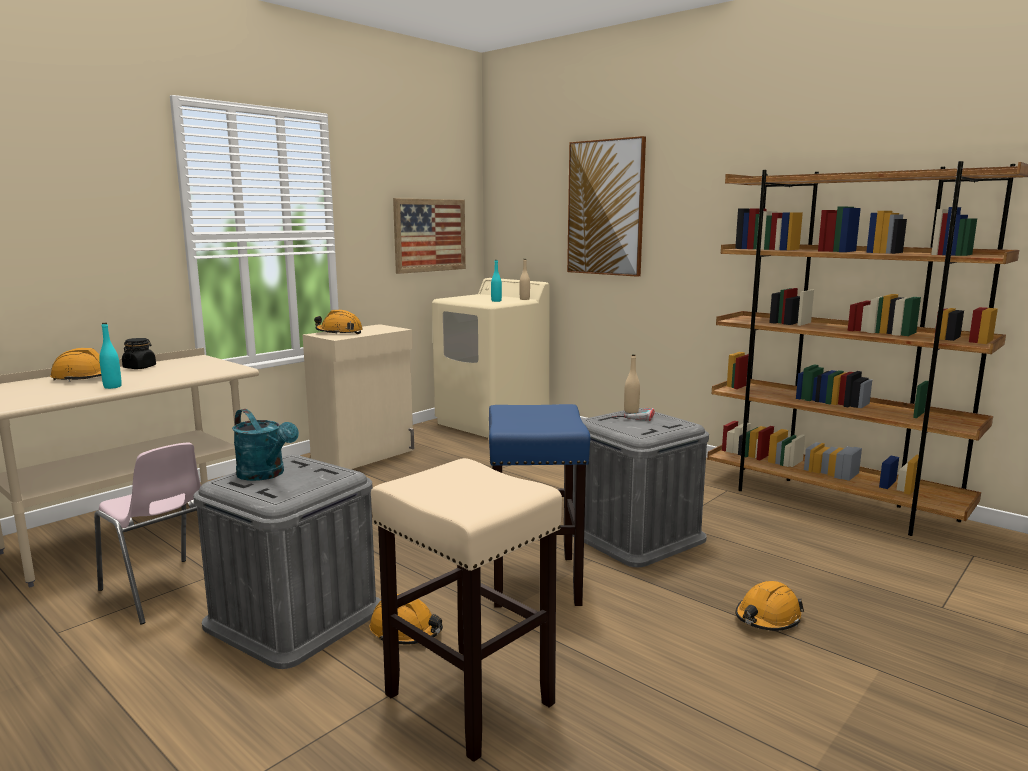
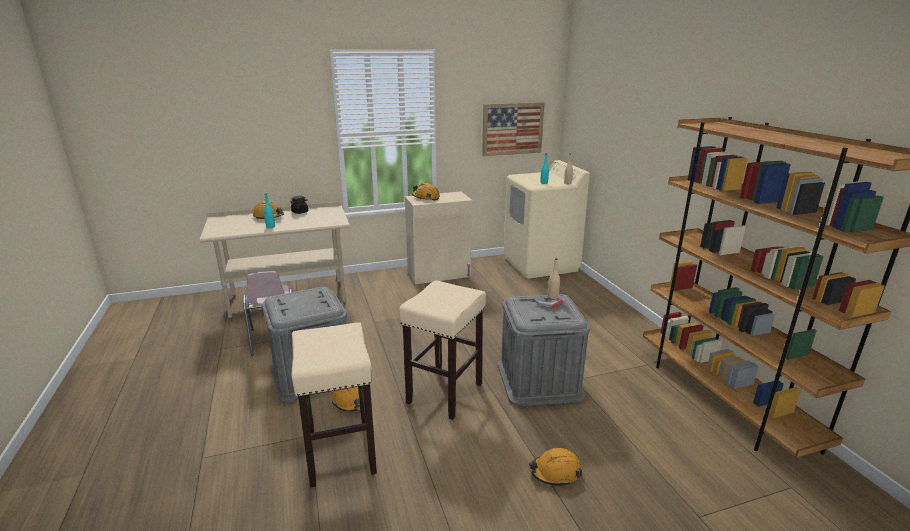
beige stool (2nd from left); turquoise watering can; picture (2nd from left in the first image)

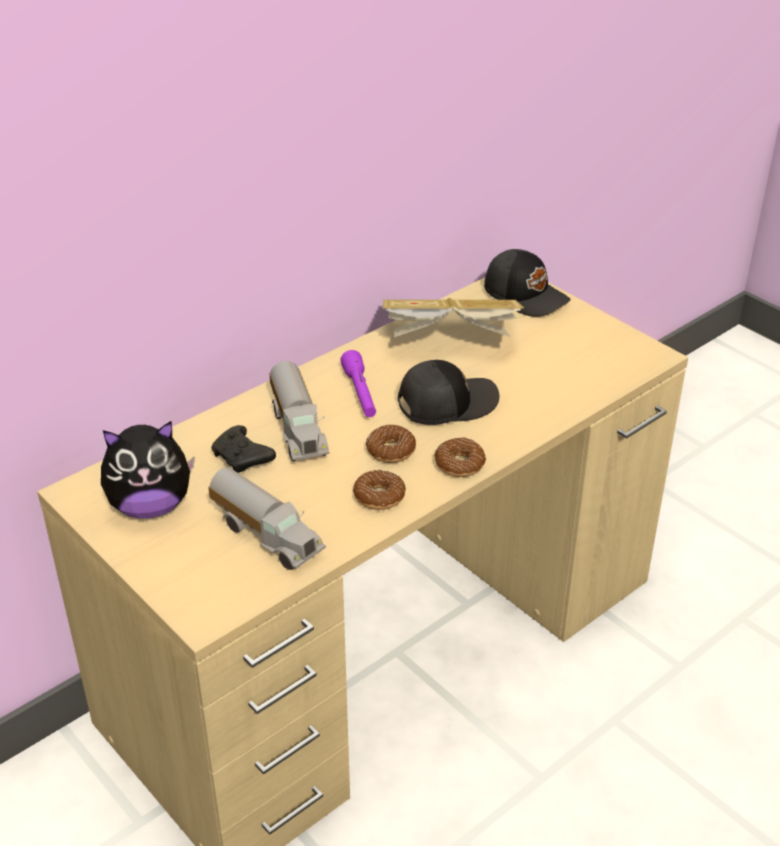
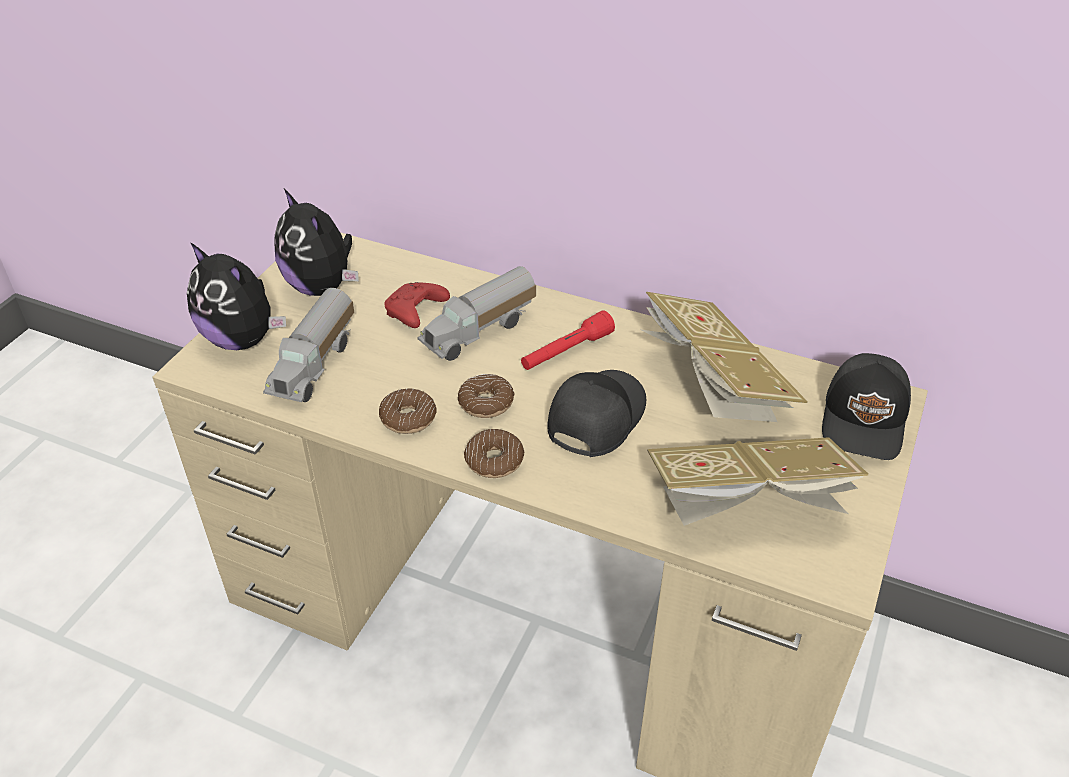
plush toy (1st from left); red game controller; red flashlight; black cap (1st from left); book (2nd from left)

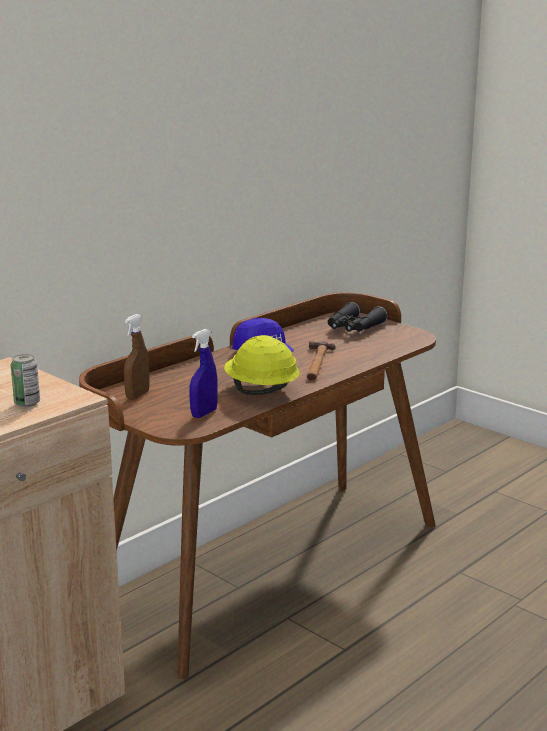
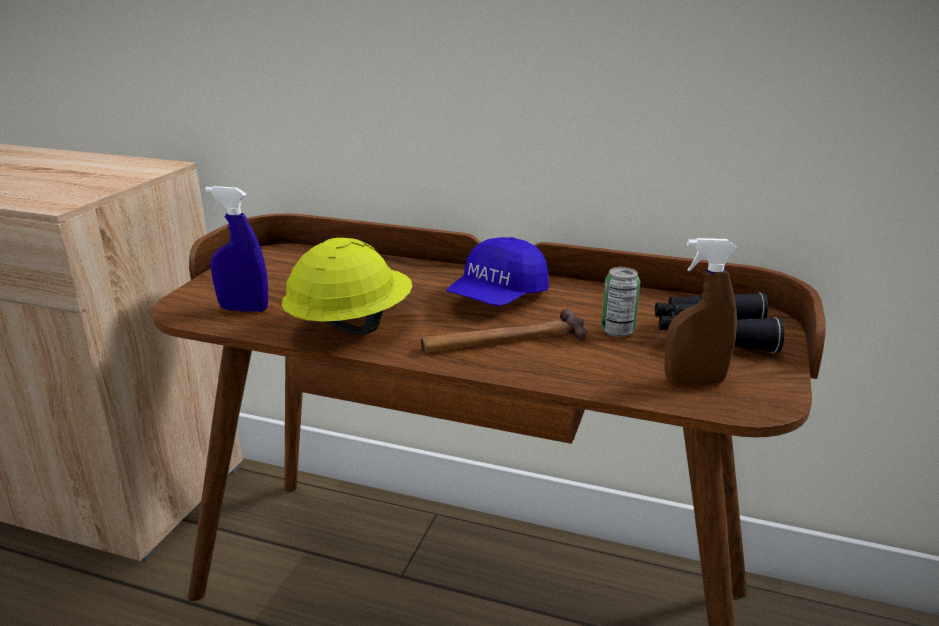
can; brown spray bottle

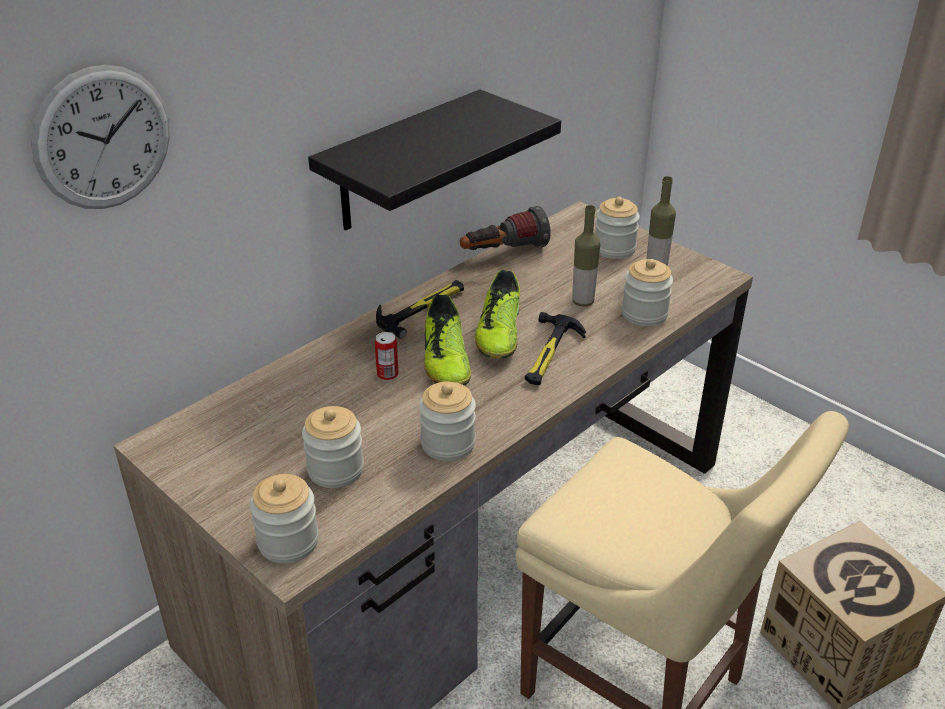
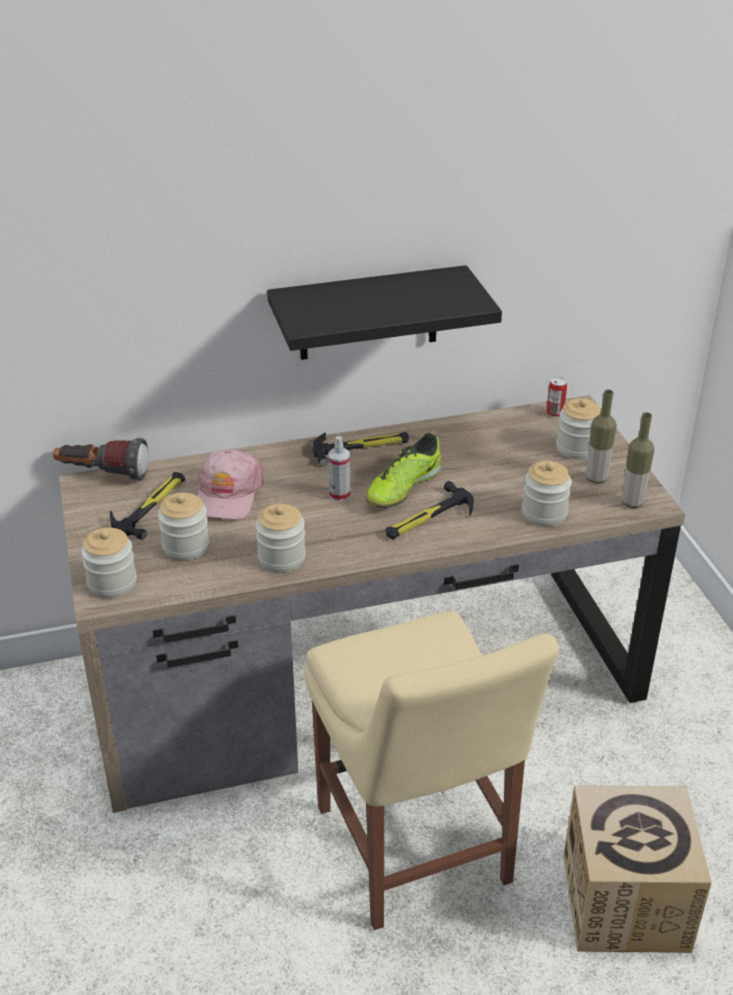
flashlight; hammer (1st from left); pink cap; spray bottle; can; bottle (2nd from left); wall clock

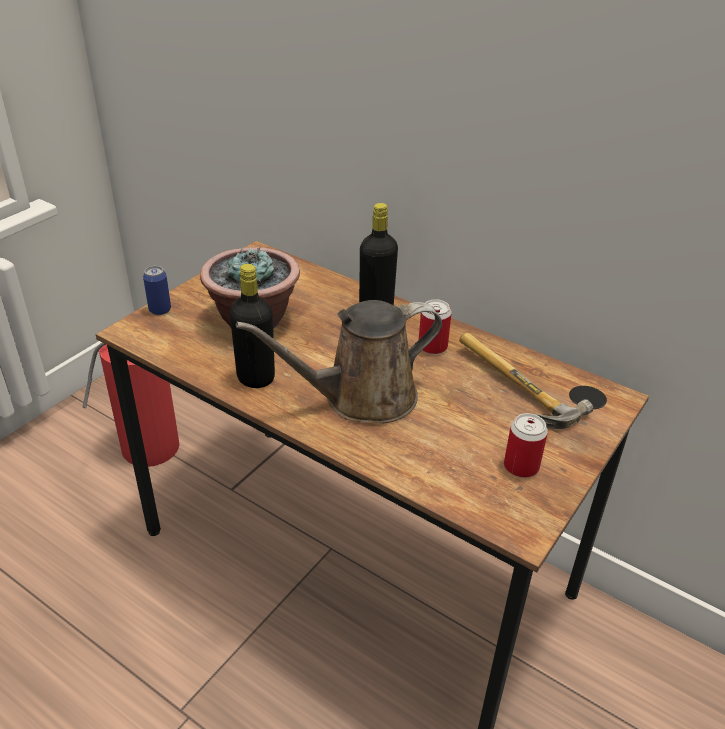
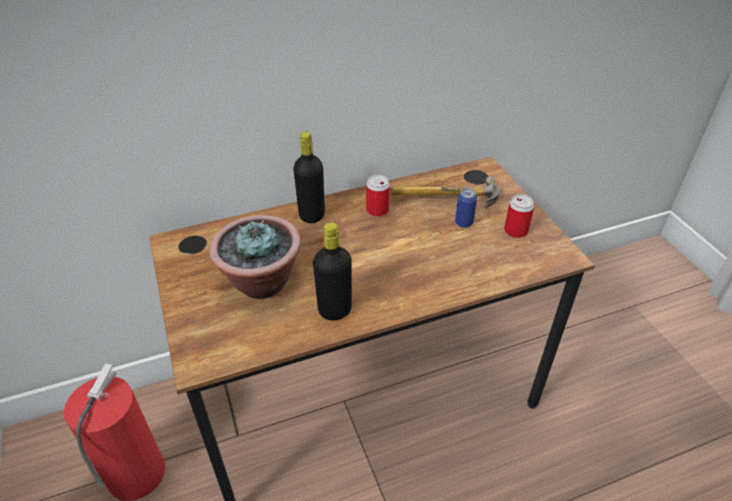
can (2nd from left); brown watering can

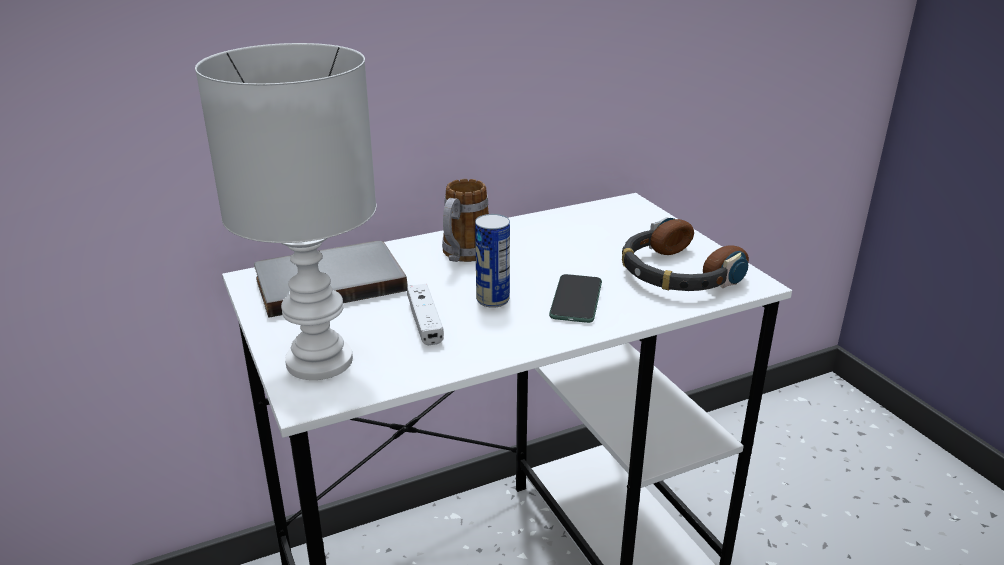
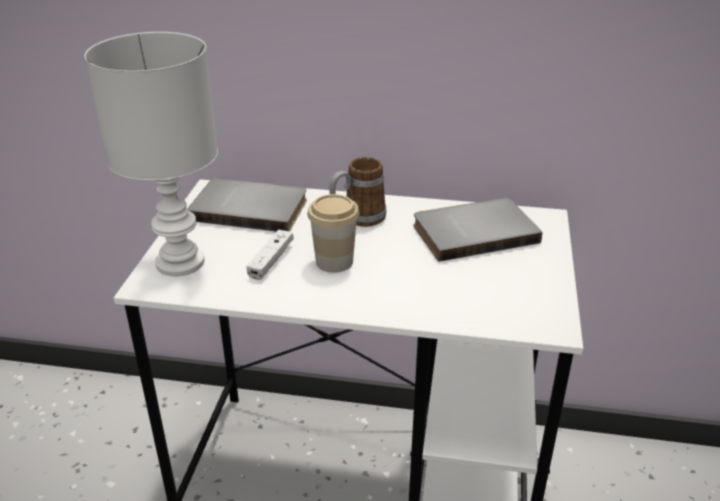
cup; grey book (2nd from left); phone; headphones

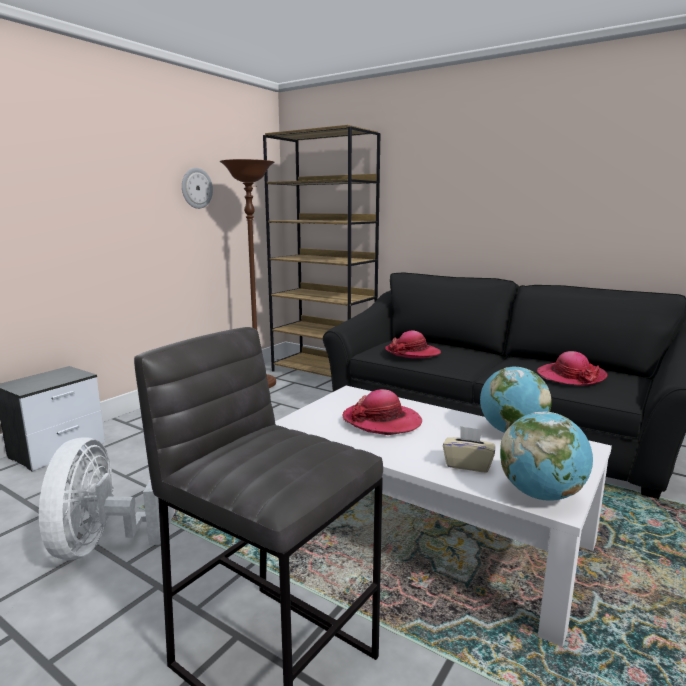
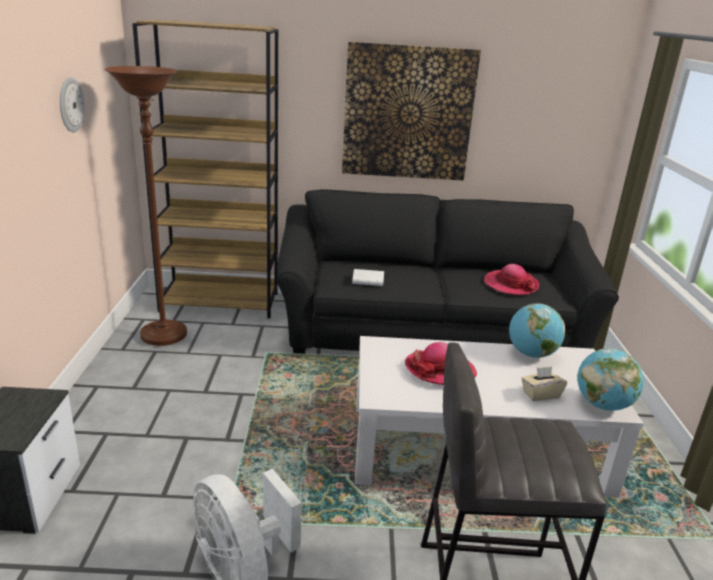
picture; white book

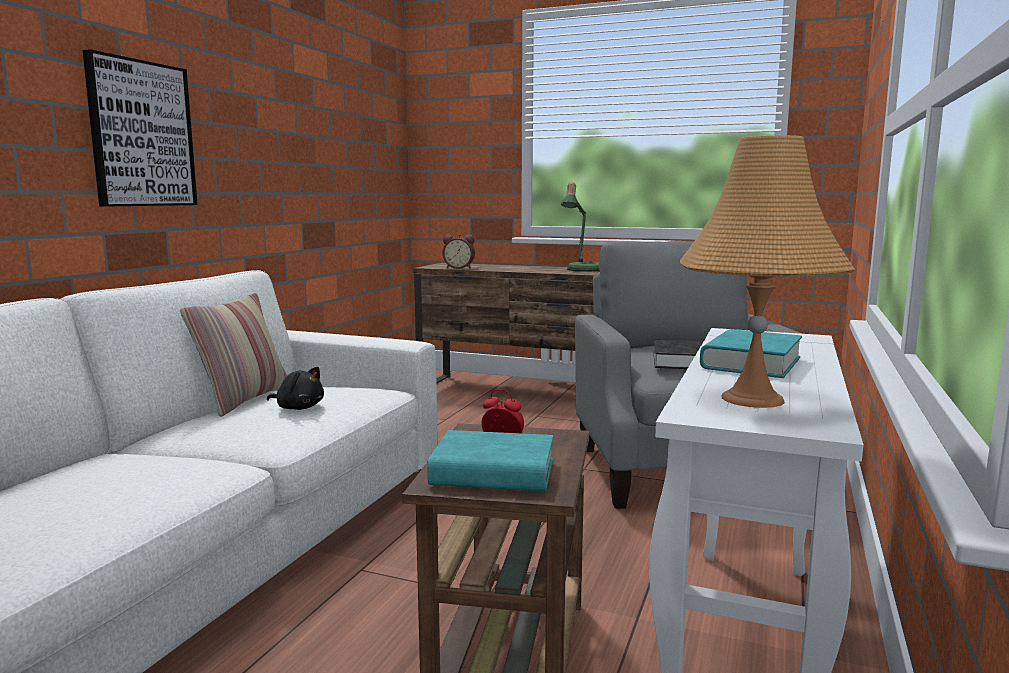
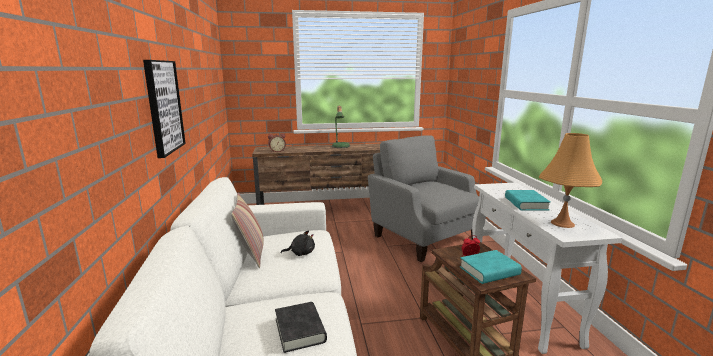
black book

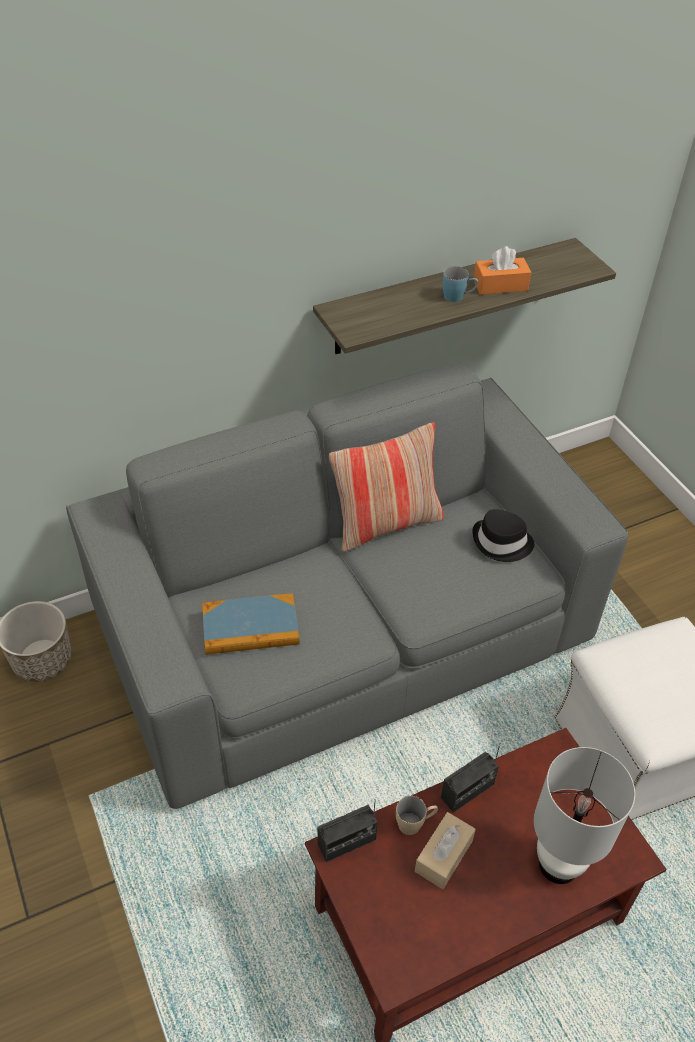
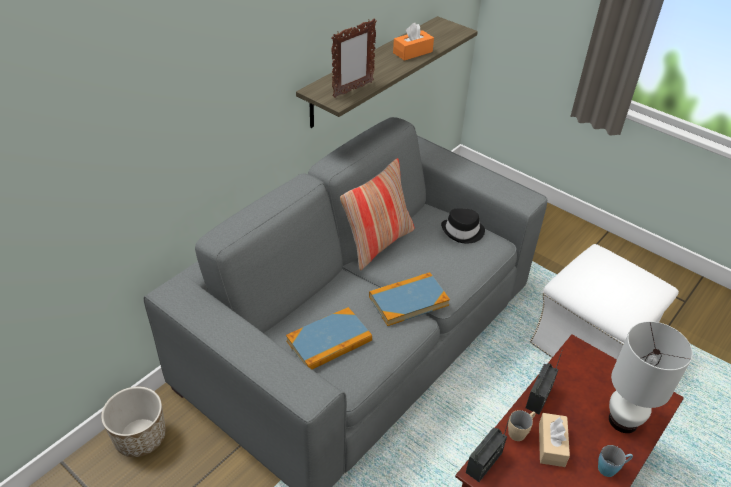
picture frame; book (2nd from left); blue mug

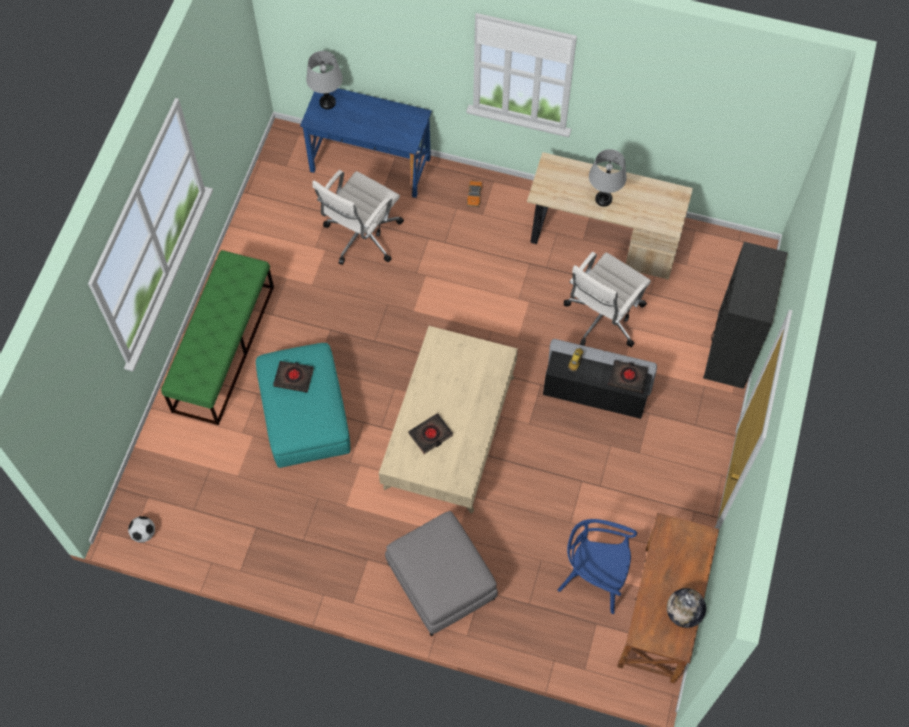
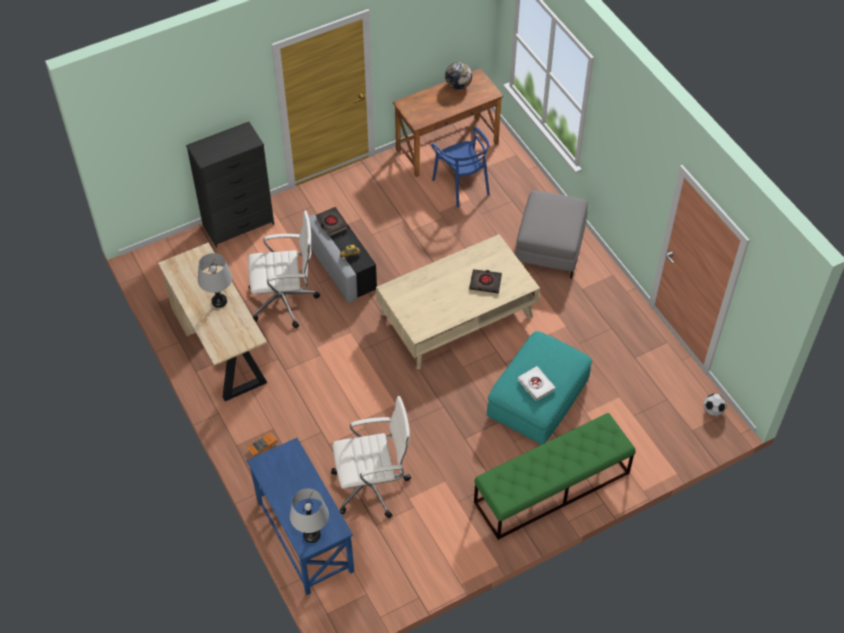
white book

